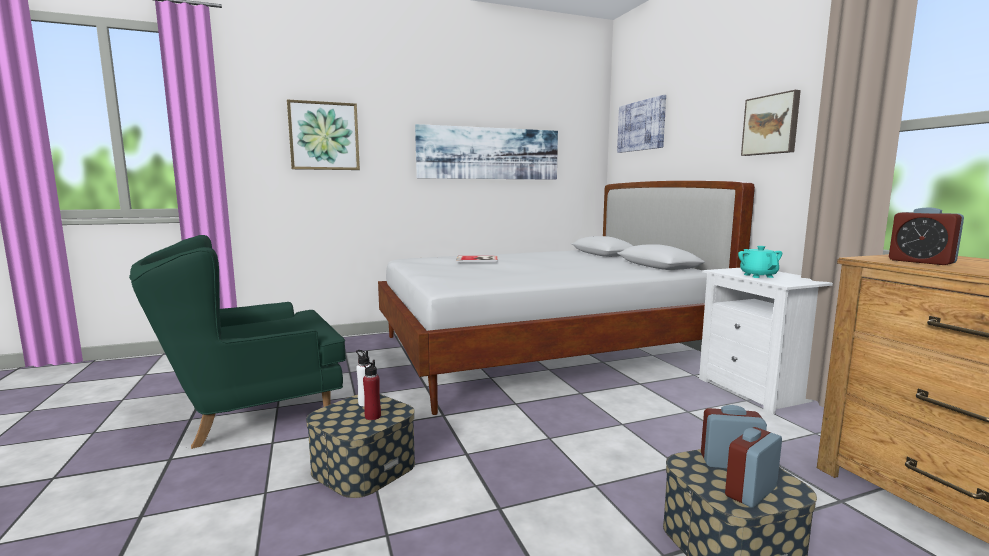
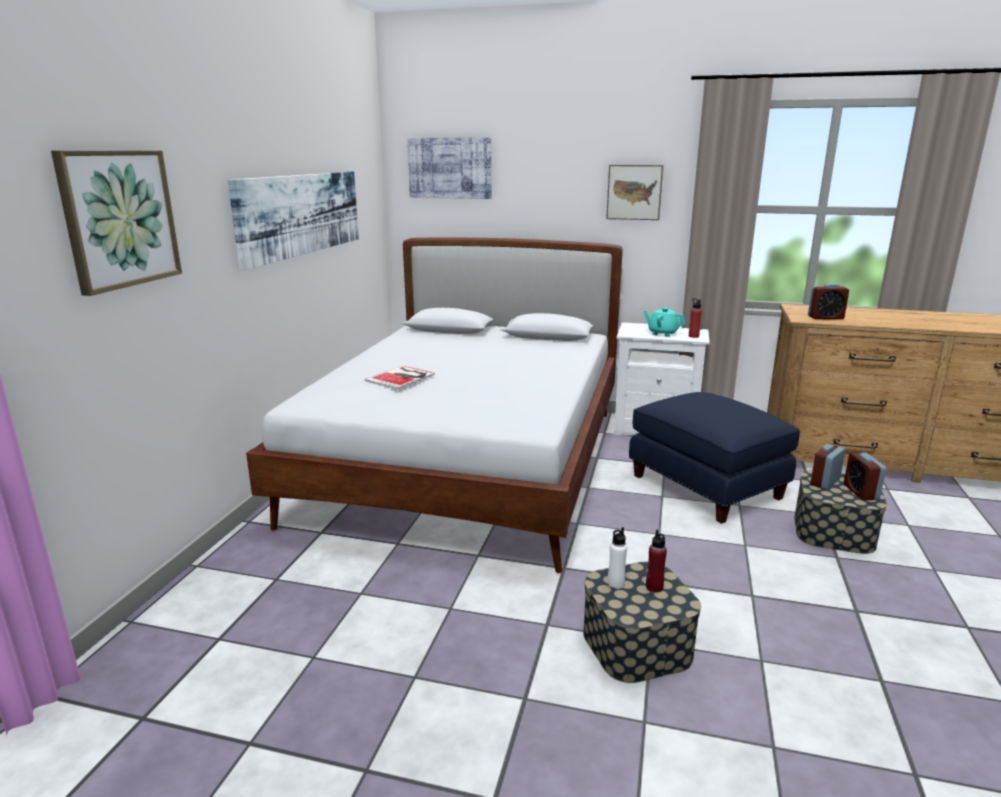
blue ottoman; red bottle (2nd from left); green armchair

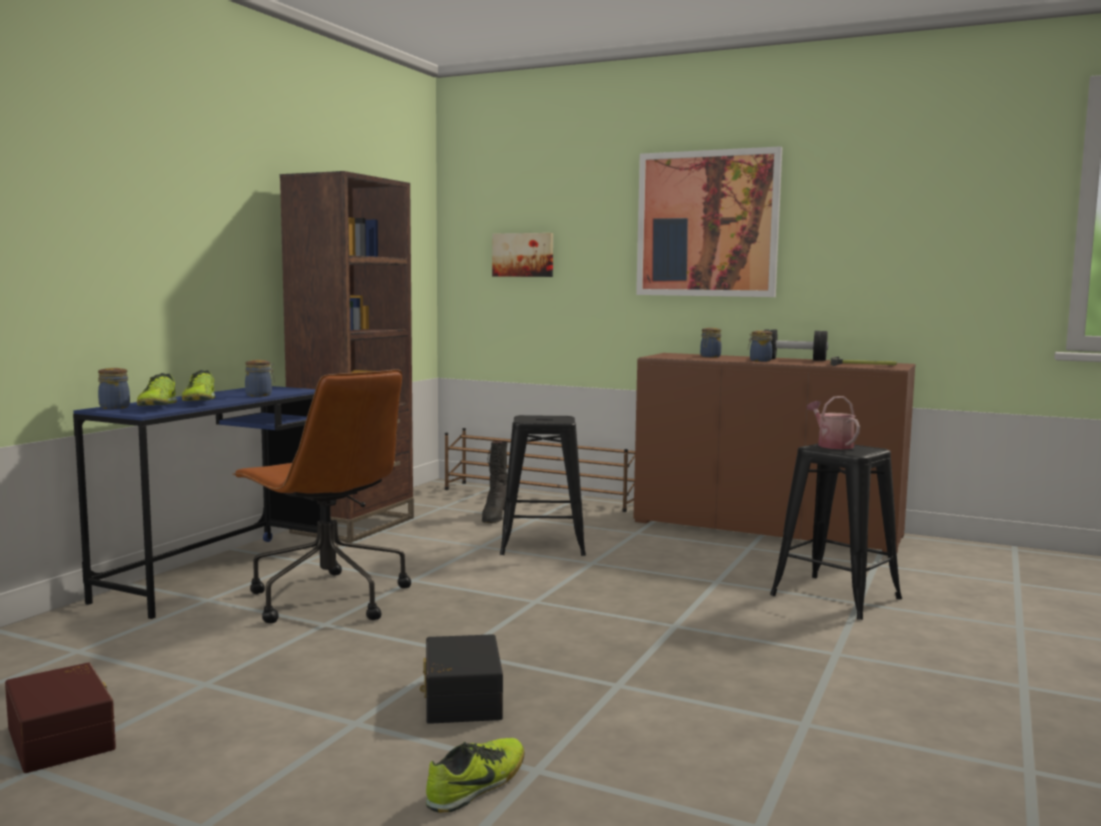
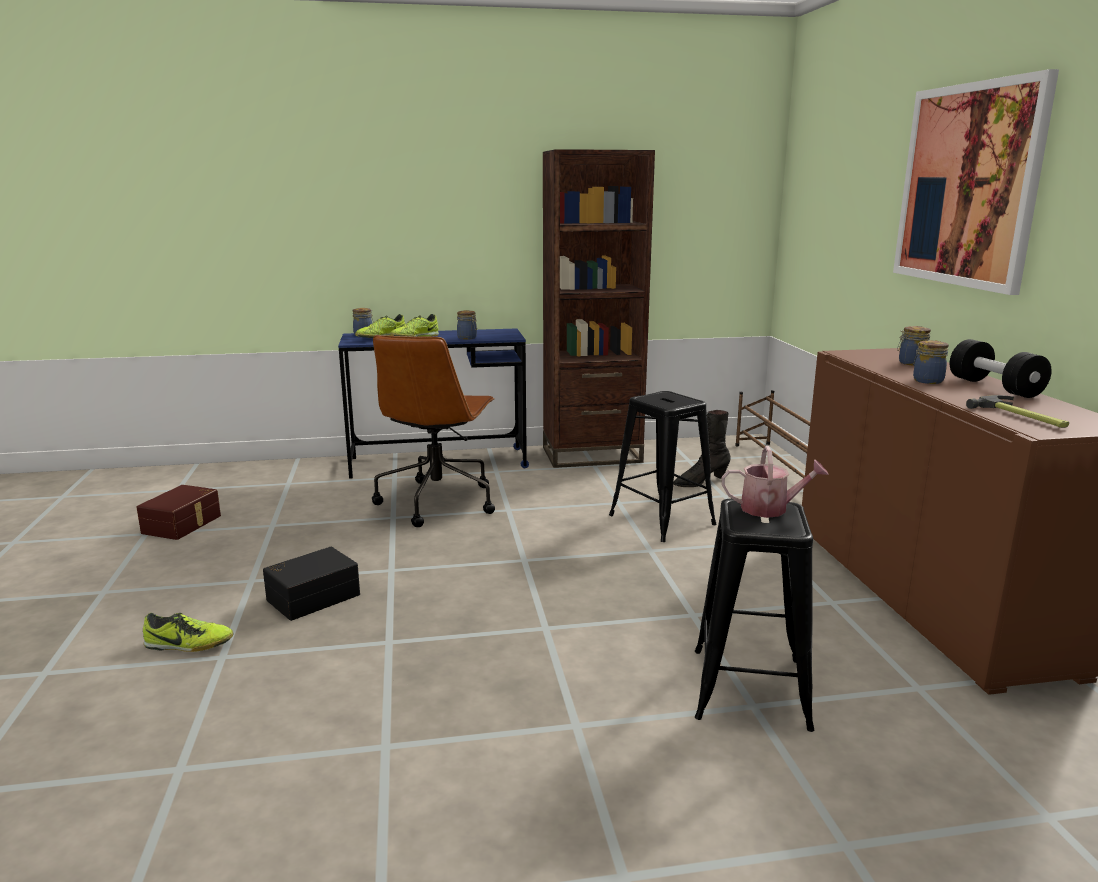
watering can; picture (1st from left in the first image)

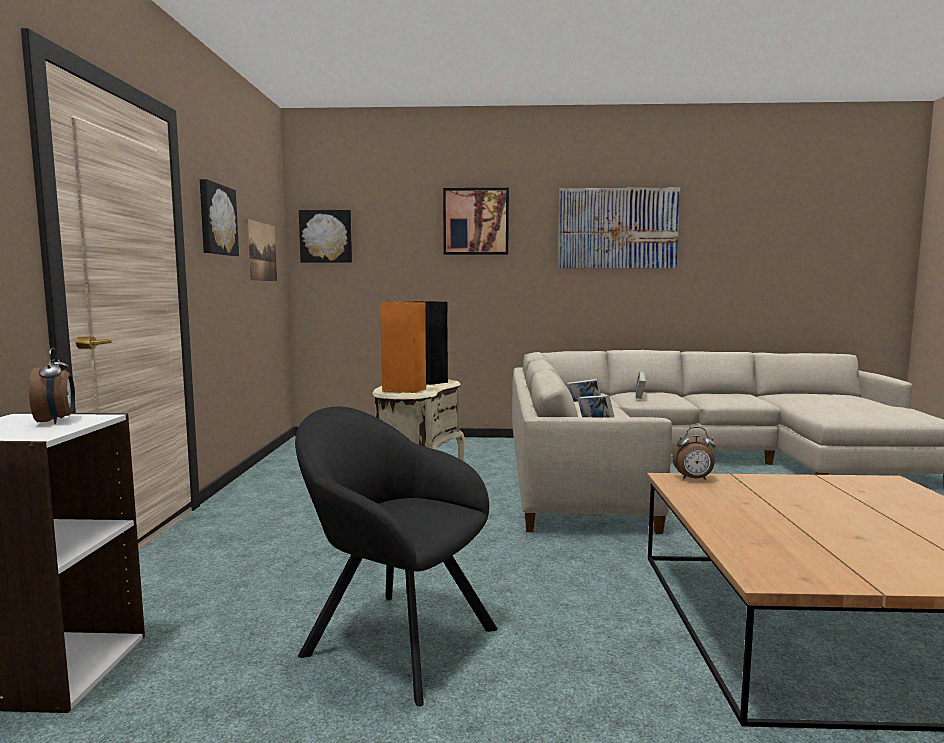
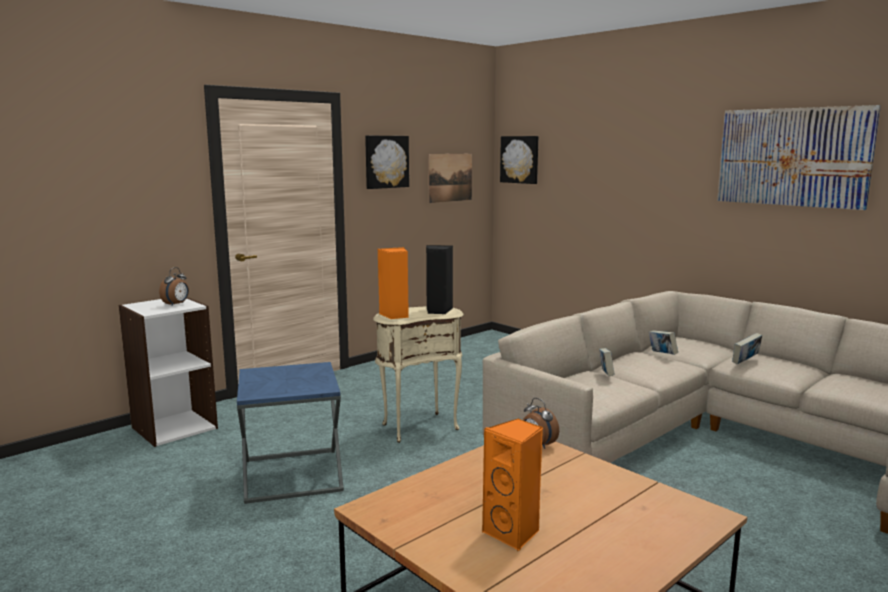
blue side table; orange speaker (2nd from left); picture (4th from left in the first image)

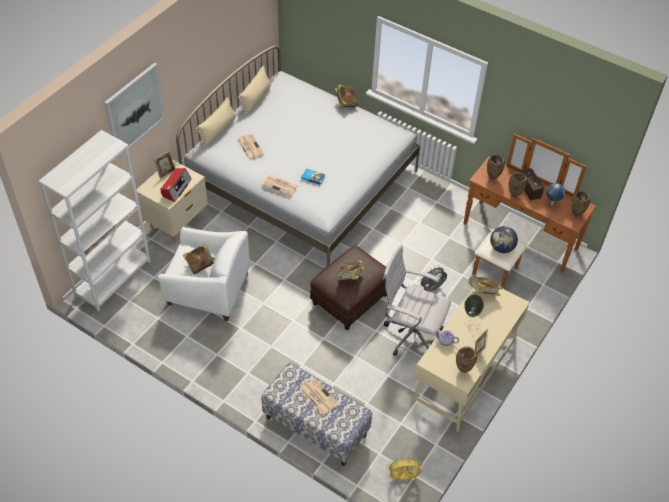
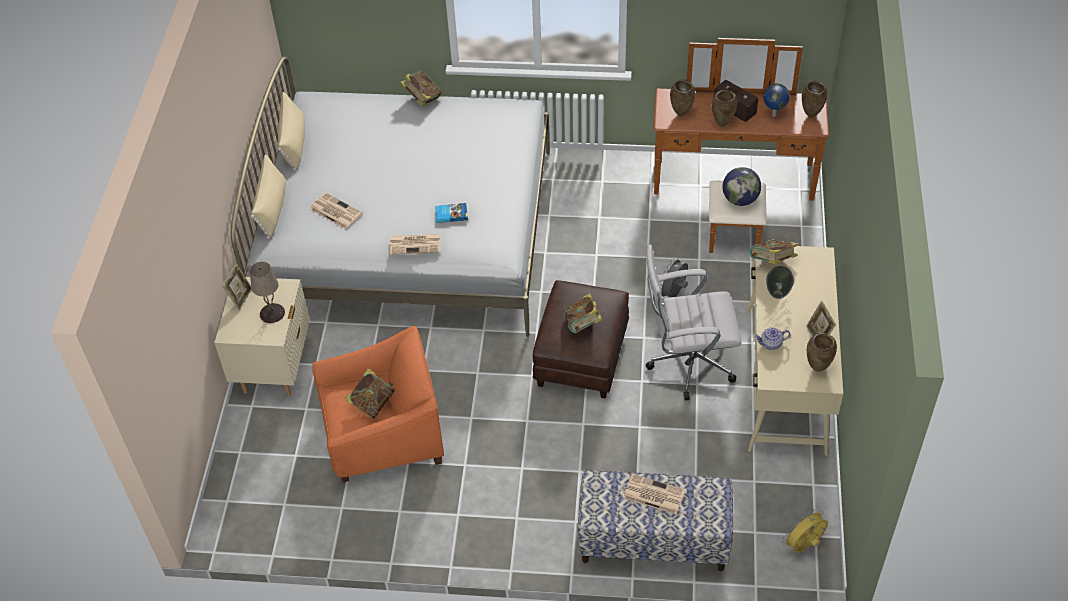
beige table lamp; orange armchair; white bookcase; picture

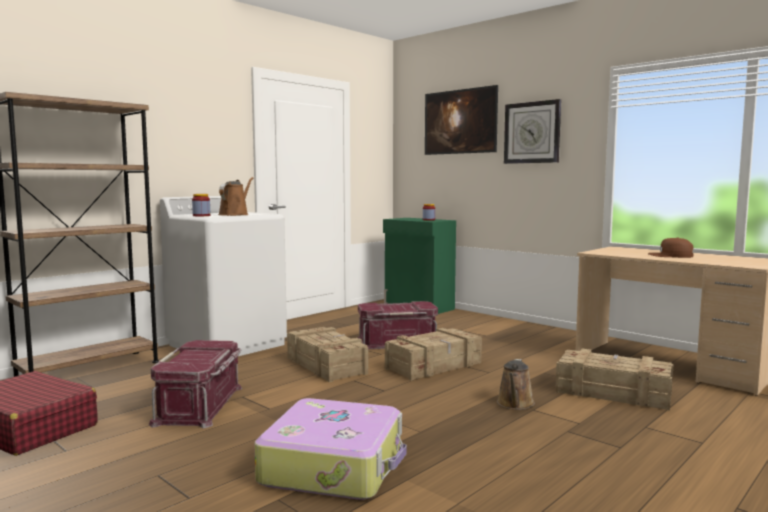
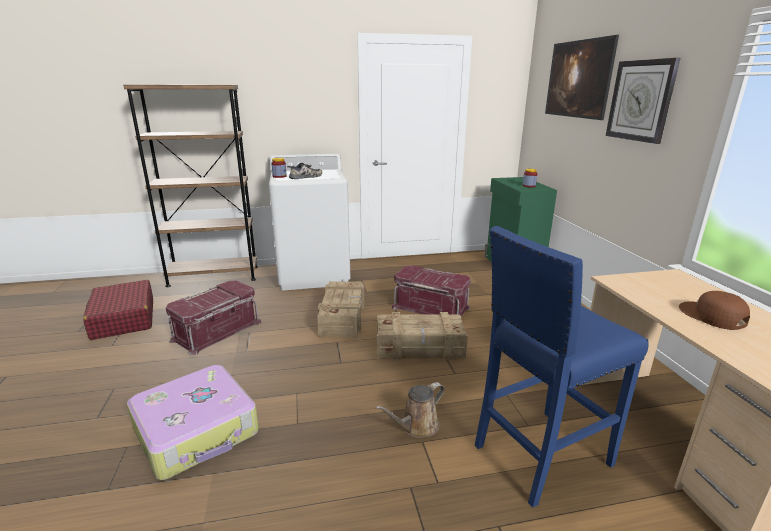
shoe; blue stool

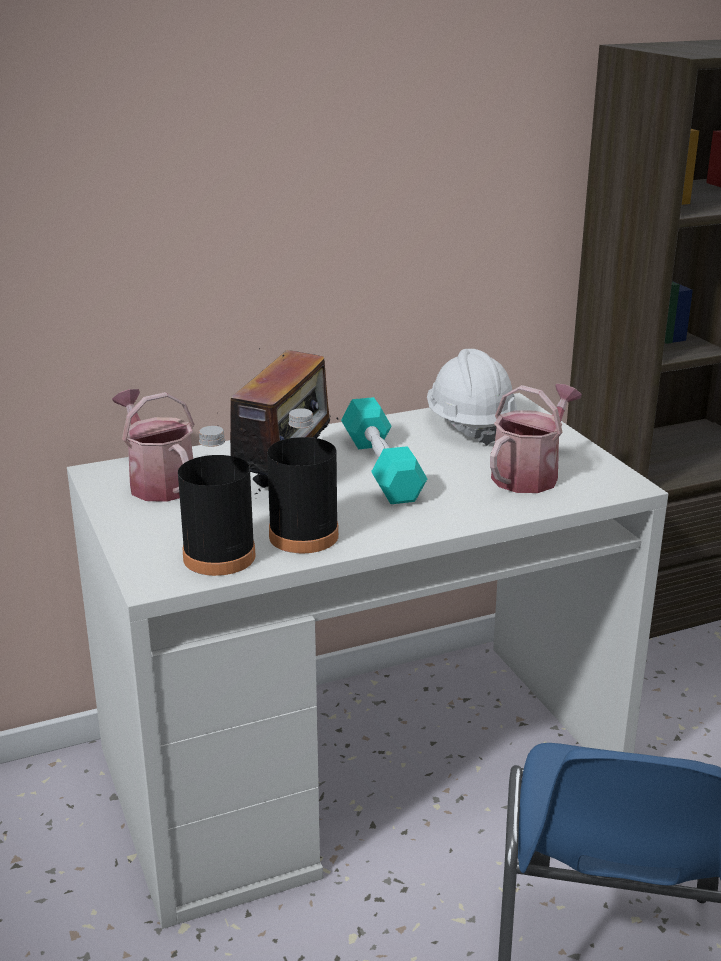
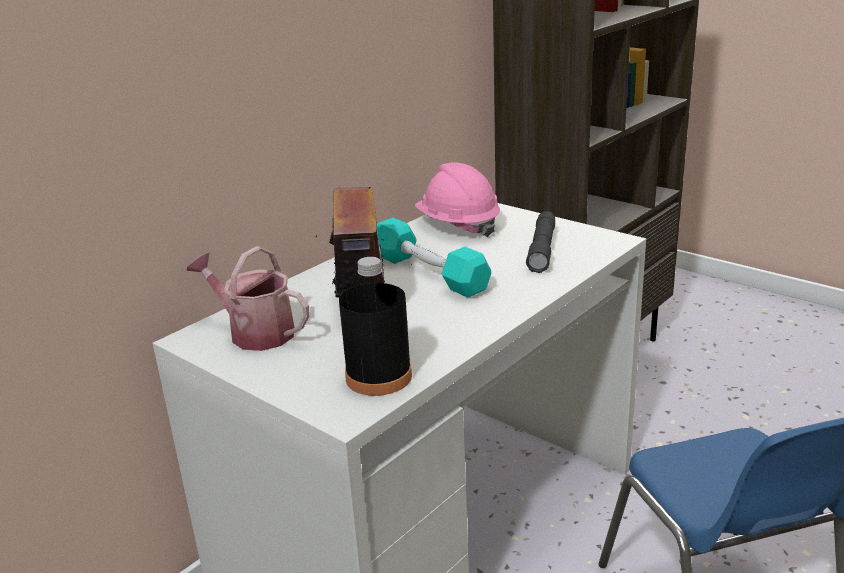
pink hard hat; grey flashlight; black bottle (2nd from left in the first image)

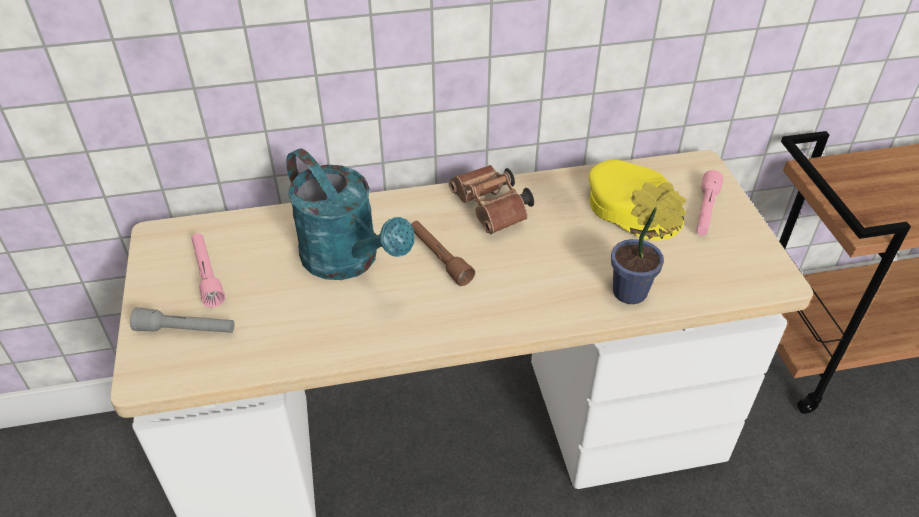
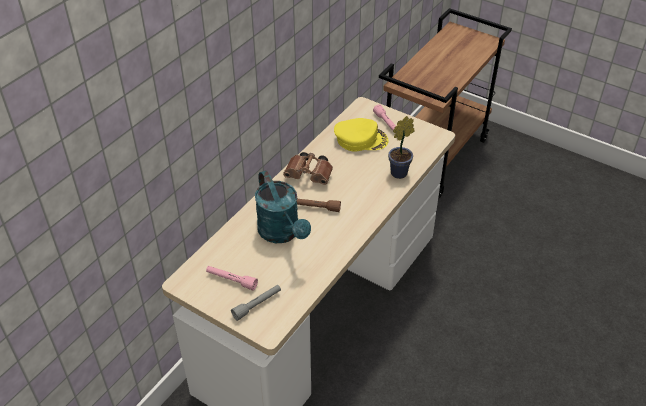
turquoise watering can

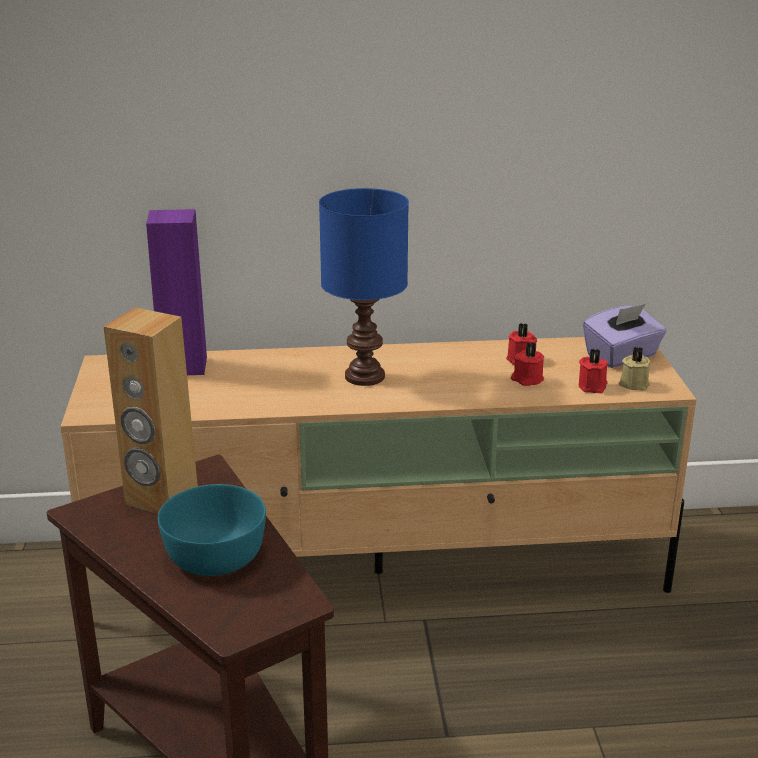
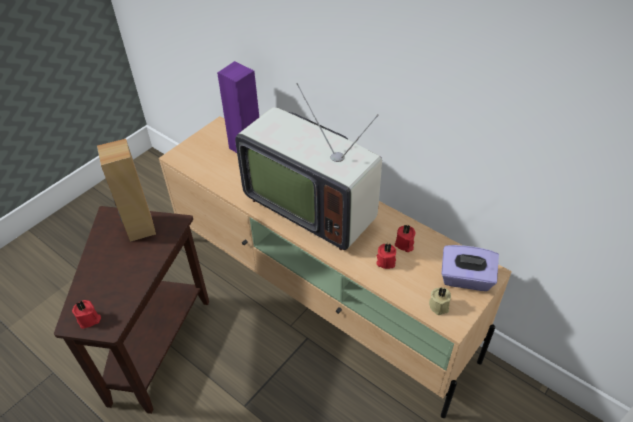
red candle (1st from left); television; turquoise bowl

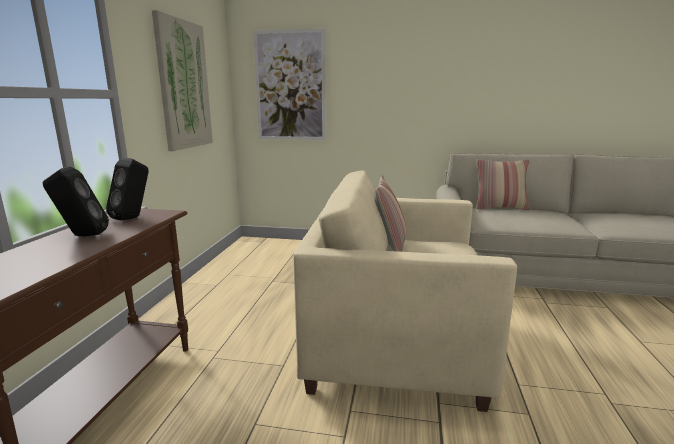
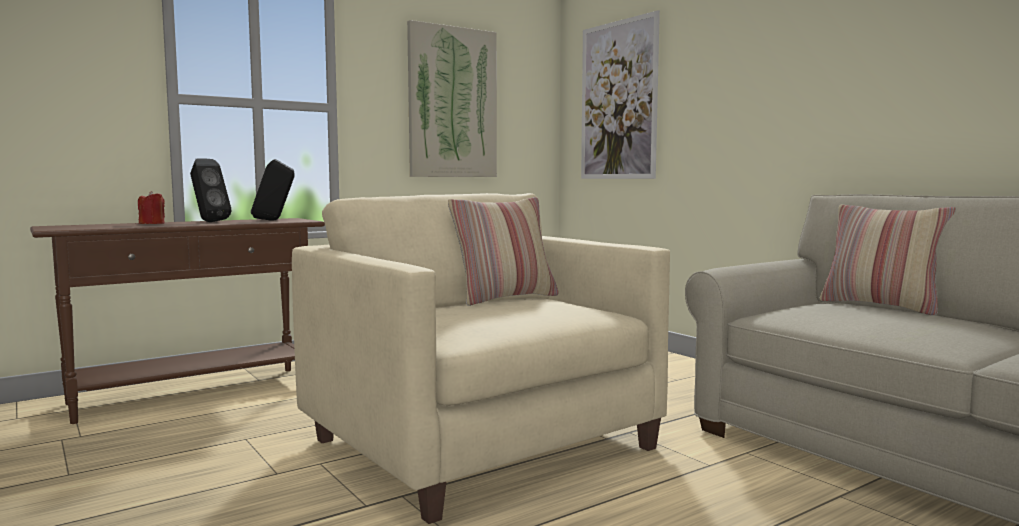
red candle

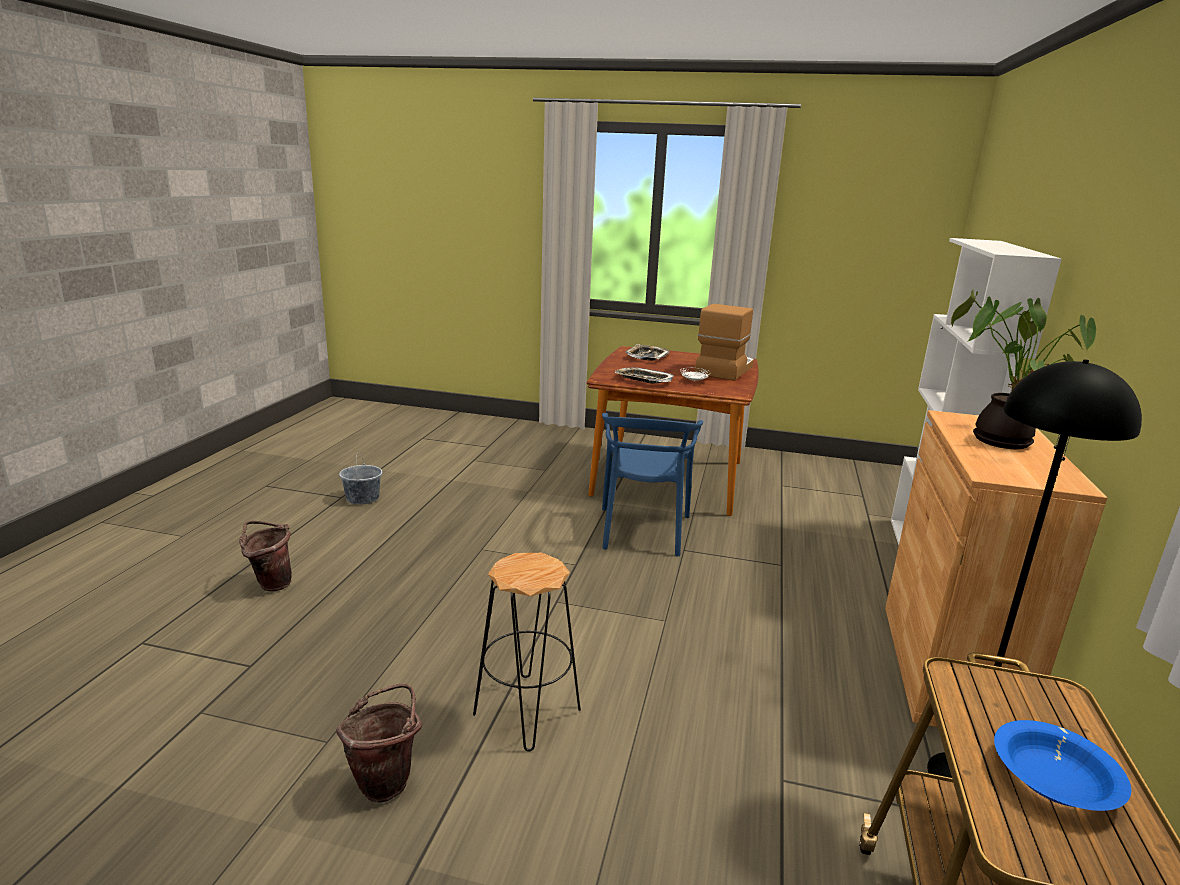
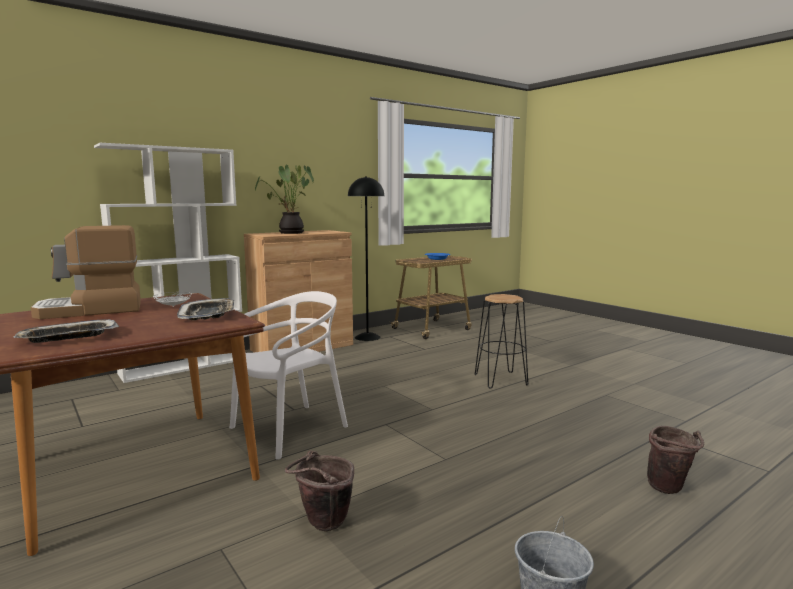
white chair; brown bucket (1st from left)

